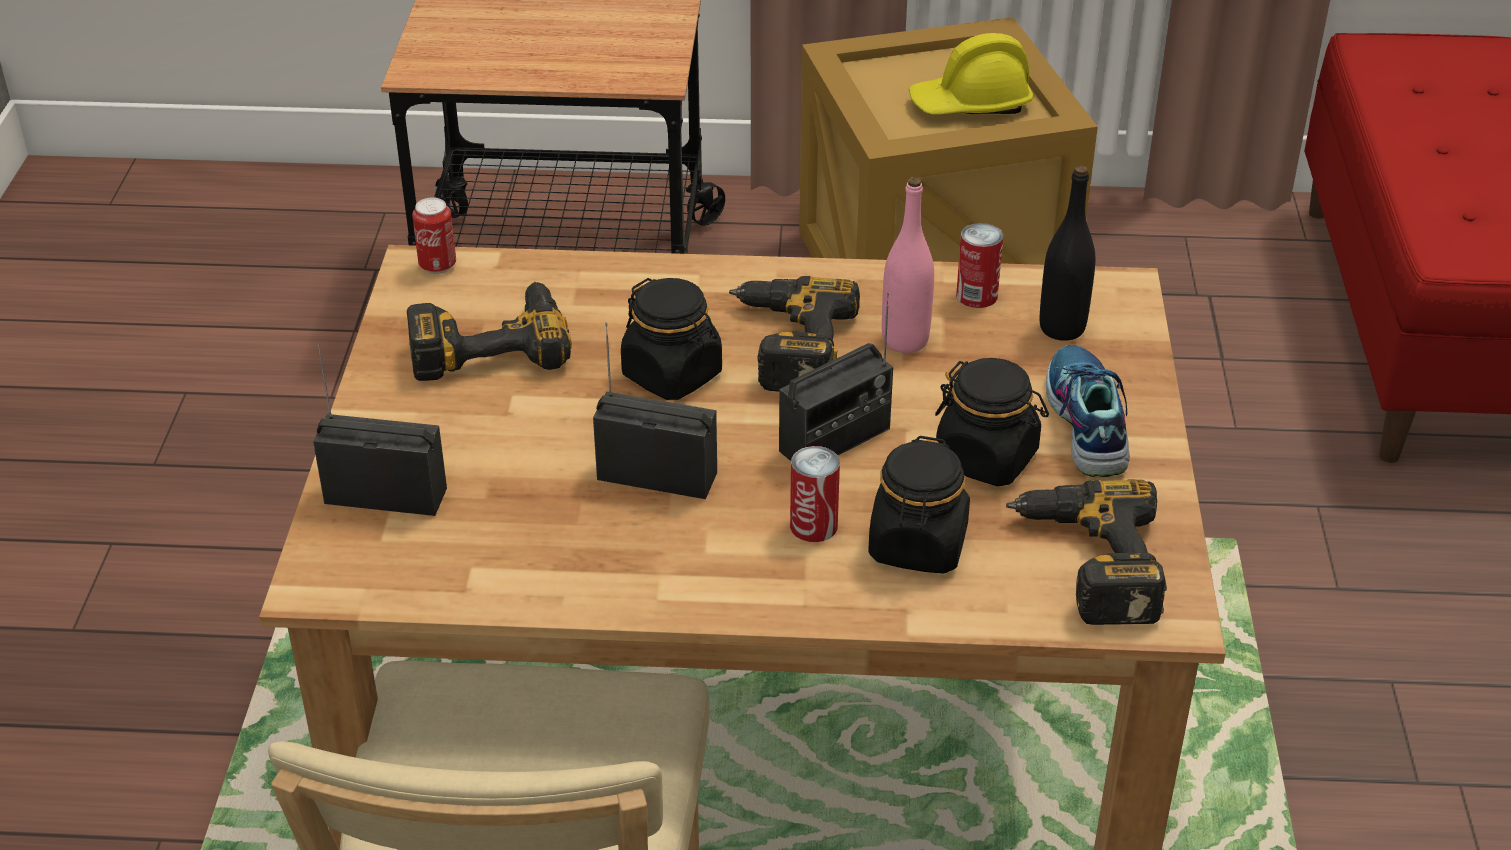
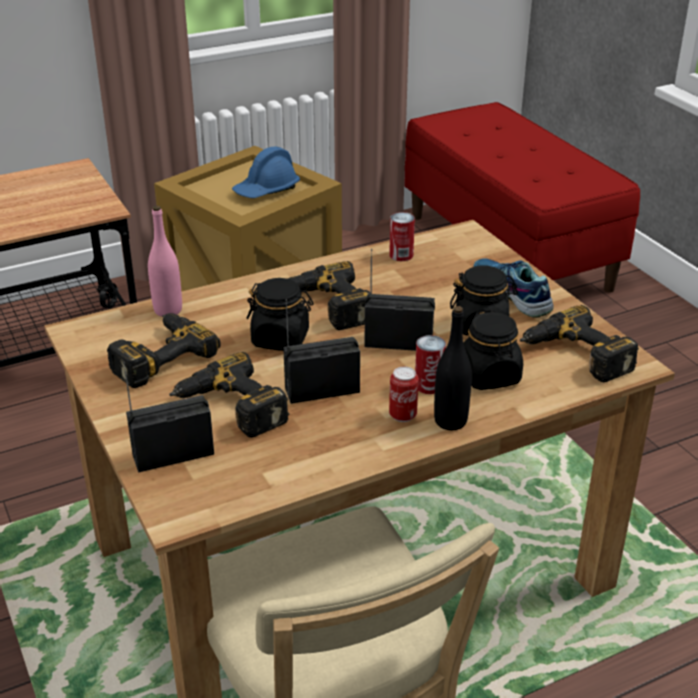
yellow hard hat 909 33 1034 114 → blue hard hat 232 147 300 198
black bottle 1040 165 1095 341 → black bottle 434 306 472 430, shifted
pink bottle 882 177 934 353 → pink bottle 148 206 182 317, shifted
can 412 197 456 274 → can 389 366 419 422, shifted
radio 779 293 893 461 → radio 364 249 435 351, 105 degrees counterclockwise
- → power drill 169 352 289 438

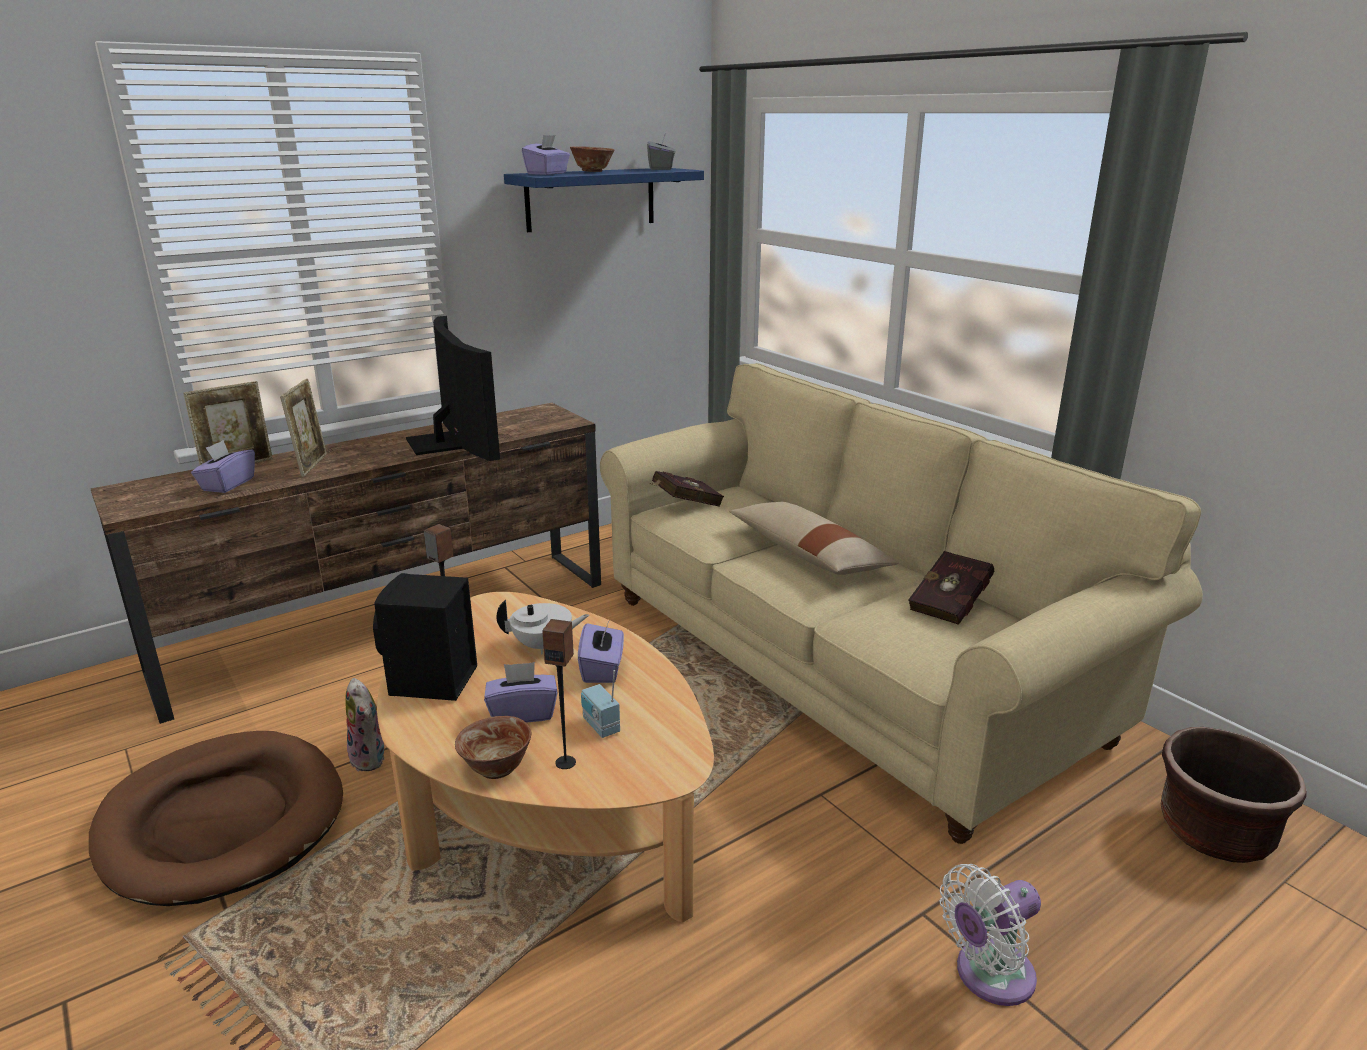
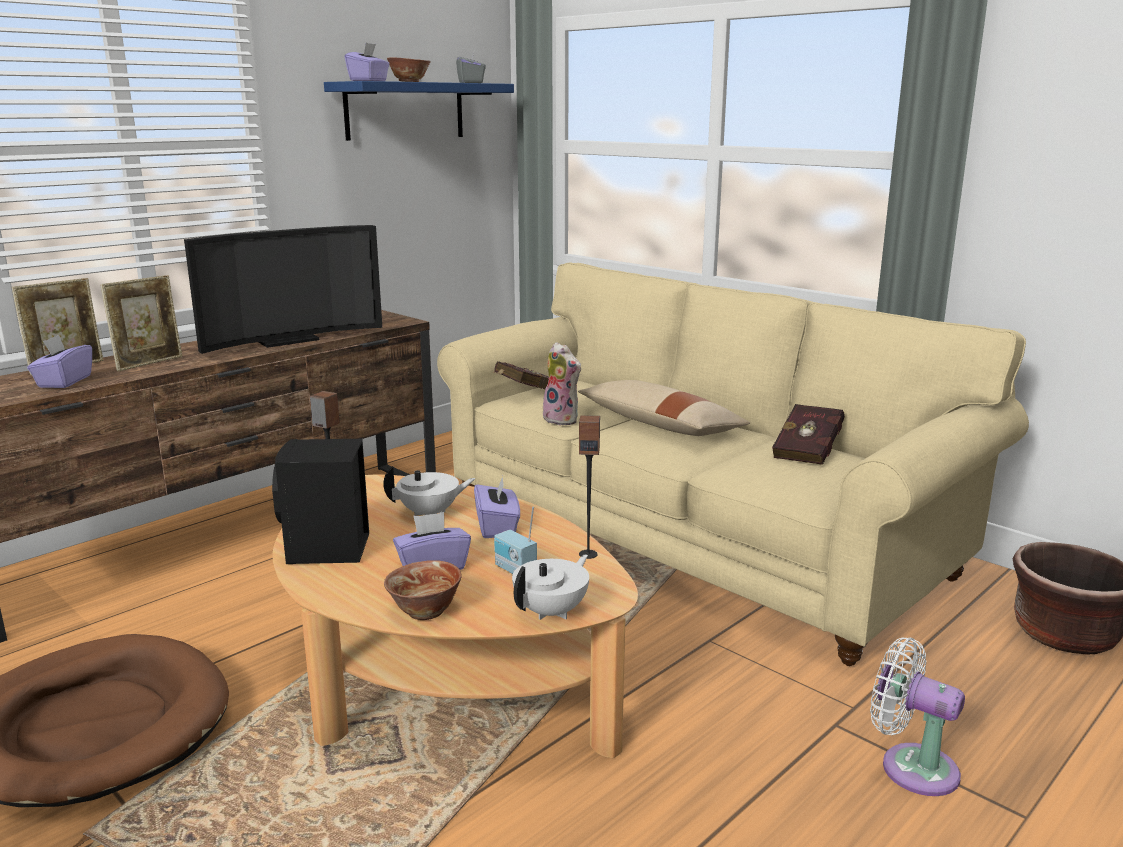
television 406 316 500 461 → television 184 225 382 354, 90 degrees clockwise
picture frame 280 379 327 477 → picture frame 100 275 182 372, 45 degrees clockwise
speaker 542 619 576 769 → speaker 579 415 600 559, shifted
plush toy 345 678 384 771 → plush toy 543 342 582 426, shifted
white fan 940 864 1041 1006 → white fan 870 637 965 796, 75 degrees clockwise
- → white teapot 512 554 589 620

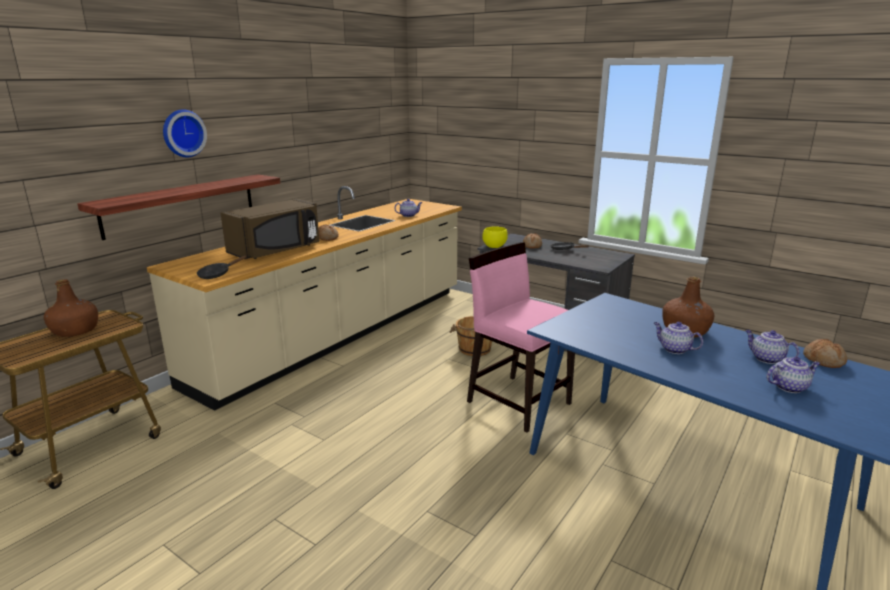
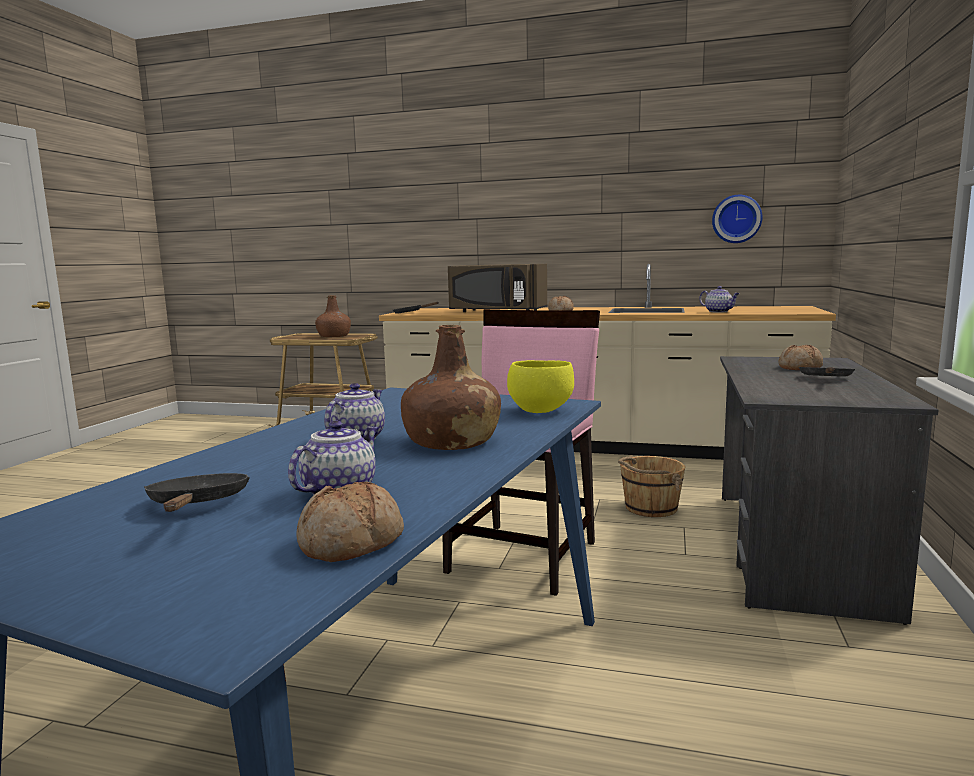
wall clock 163 109 207 157 → wall clock 712 195 762 243, shifted
shelf 77 174 280 240 → -
yellow bowl 482 226 508 248 → yellow bowl 507 360 574 413, shifted
teapot 767 356 820 393 → black frying pan 144 473 250 512

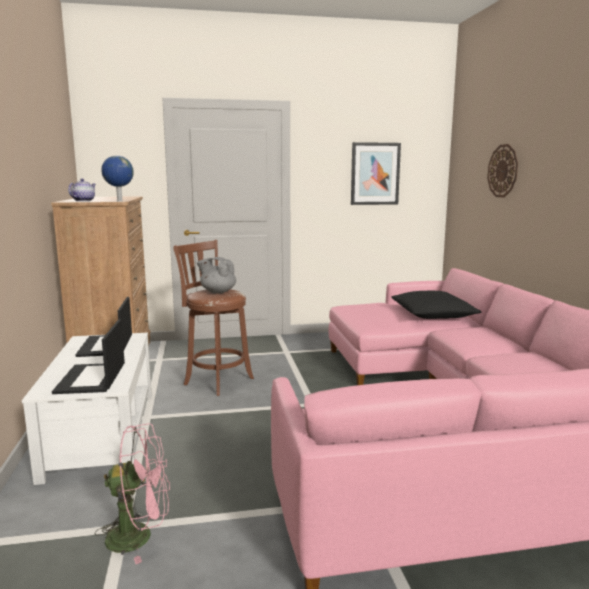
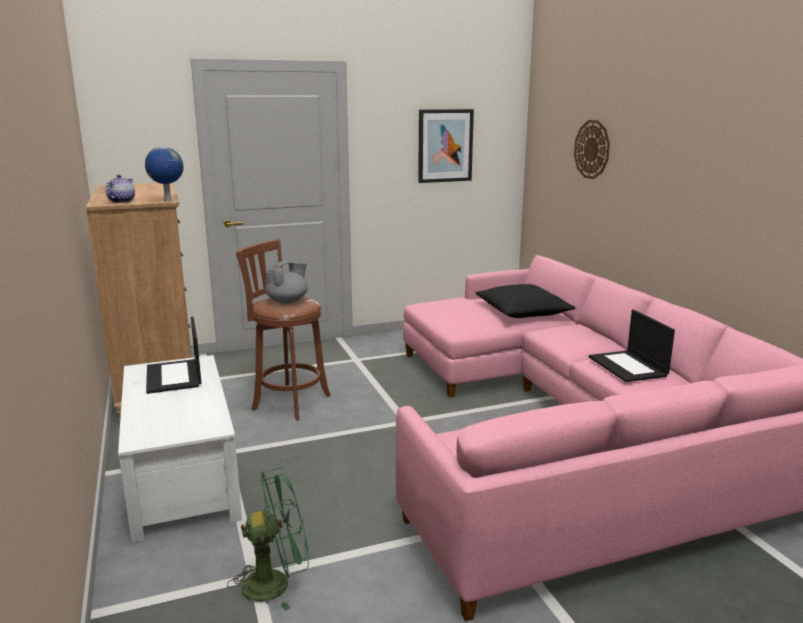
grey teapot 197 257 236 294 → grey teapot 265 261 308 304, 120 degrees clockwise
laptop 52 319 125 394 → laptop 589 310 675 382, shifted
pink fan 95 423 170 564 → green fan 227 468 309 611

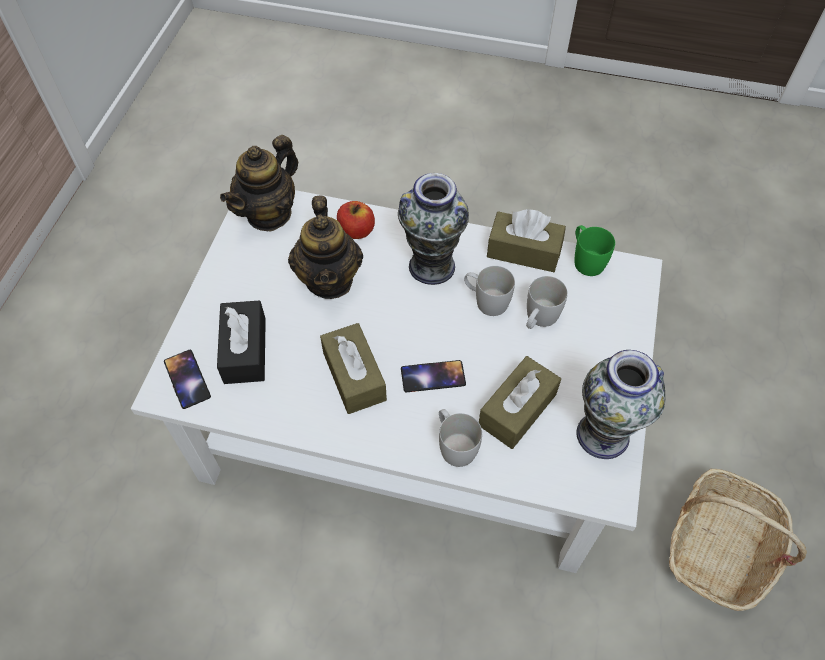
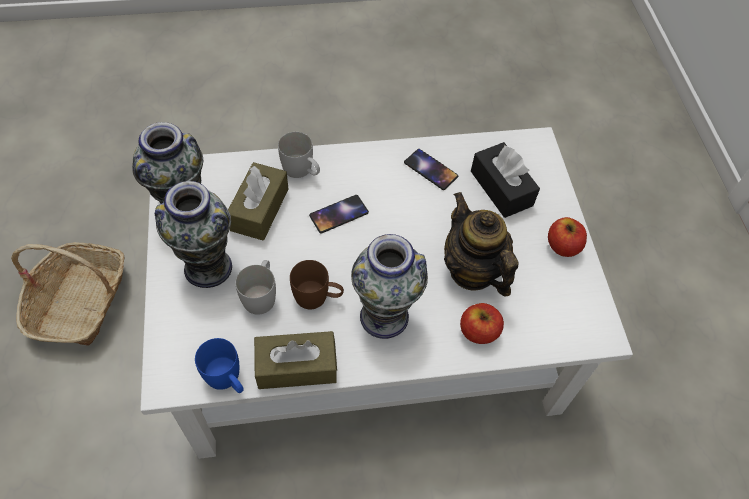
teapot 220 135 298 231 → -
green mug 575 225 615 276 → blue mug 195 338 244 393
white mug 464 266 515 316 → brown mug 290 260 344 309
brown tissue box 320 323 387 414 → -
phone 164 350 211 409 → phone 404 149 458 190, shifted
- → vase 155 181 232 288
- → apple 548 217 587 257

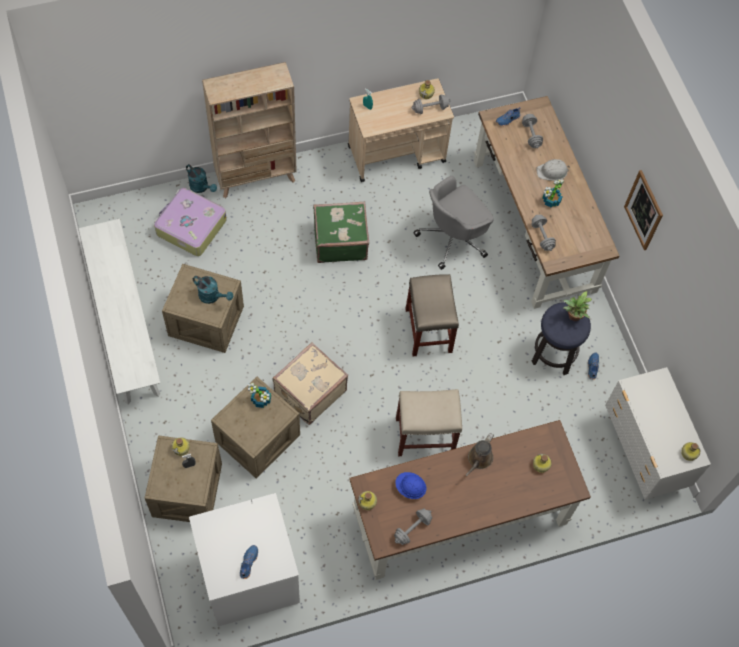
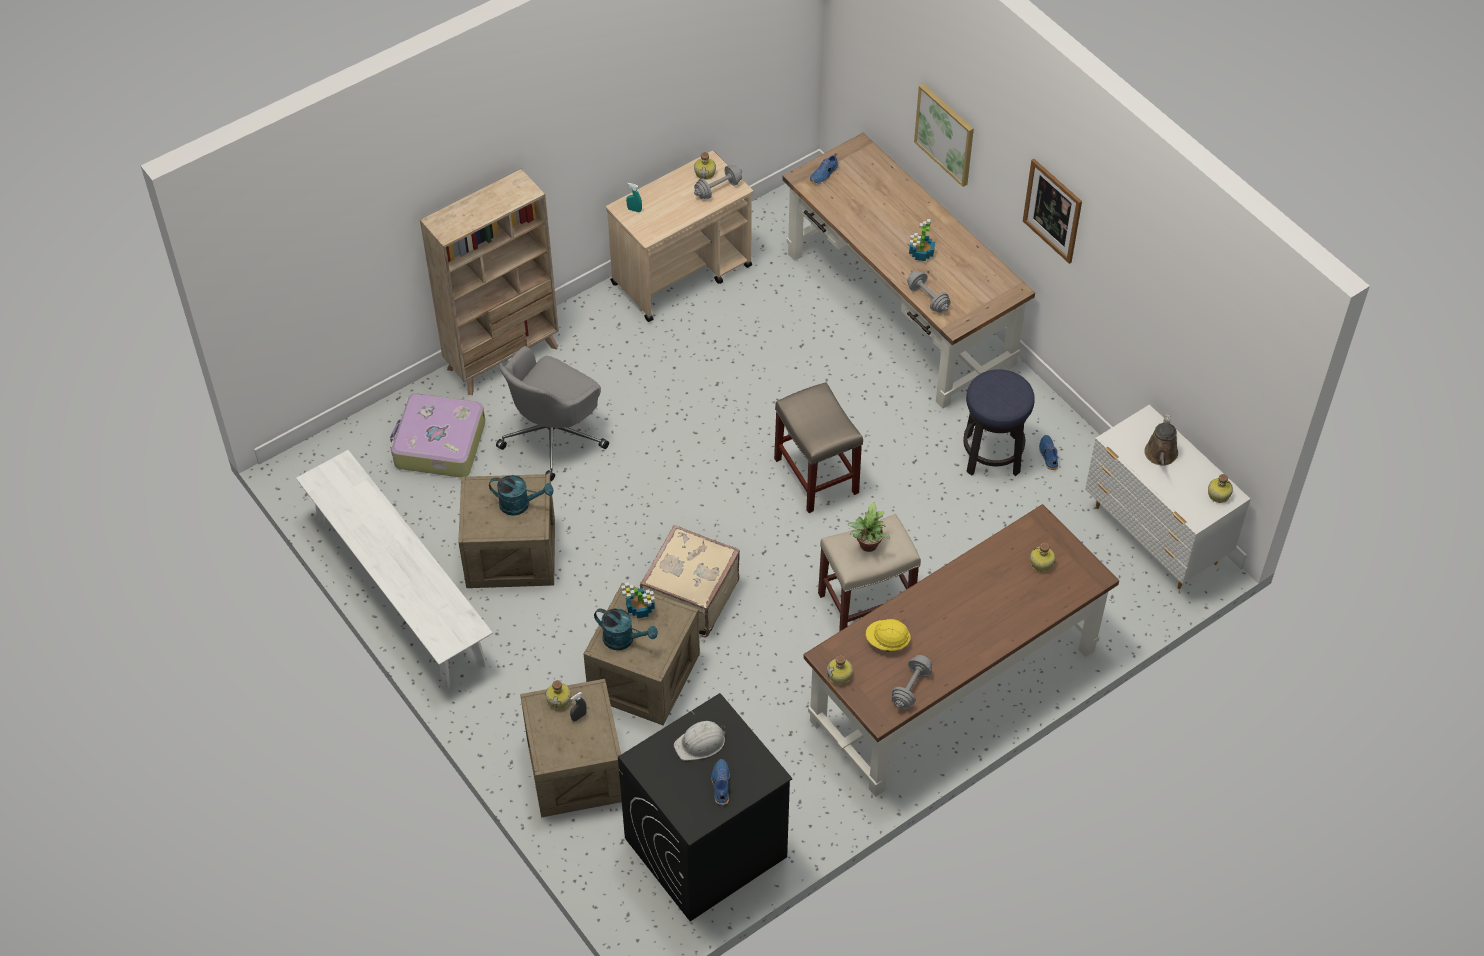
grey dumbbell 522 114 543 148 → -
white hard hat 536 159 570 181 → white hard hat 674 721 726 761, shifted
turquoise watering can 186 164 217 193 → turquoise watering can 594 608 658 650, shifted
grey office chair 413 176 494 270 → grey office chair 496 346 609 481, shifted
green suitcase 313 201 369 263 → -
potted plant 563 291 592 321 → potted plant 847 502 891 552, shifted
brown watering can 465 433 494 476 → brown watering can 1144 414 1178 466, shifted
blue hard hat 395 472 426 499 → yellow hard hat 866 619 911 652
white washing machine 189 493 300 627 → black washing machine 618 693 793 922
- → picture 914 83 974 187

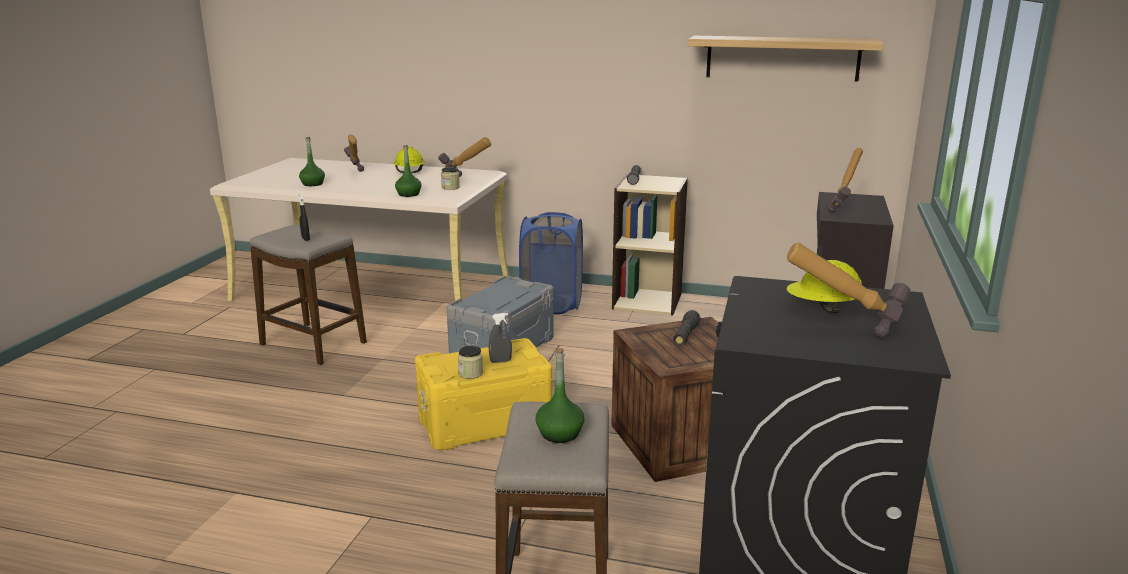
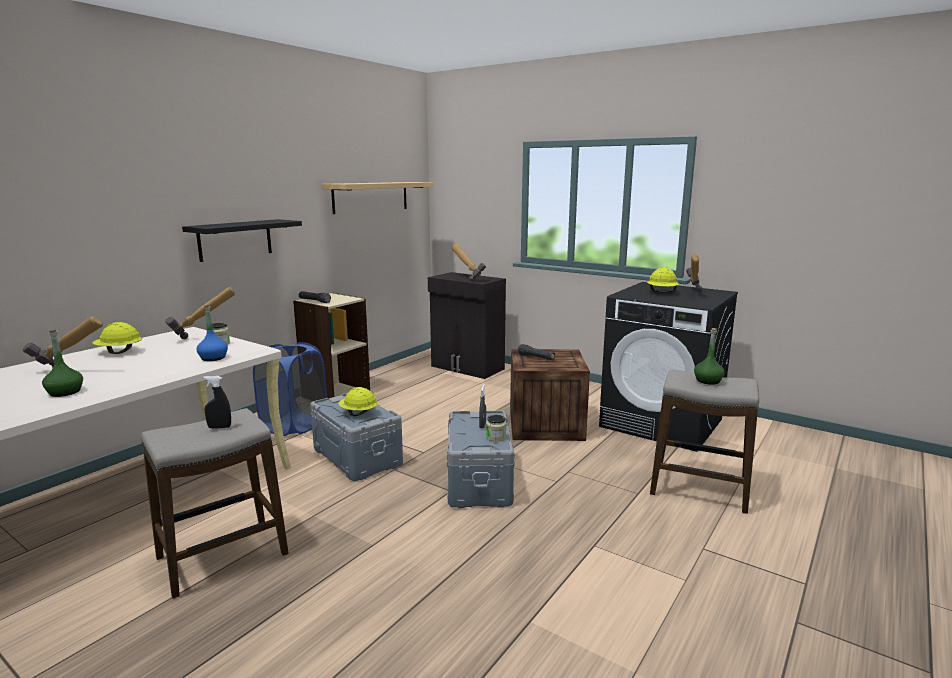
green bottle 395 145 422 197 → blue bottle 197 304 228 361
yellow storage box 415 338 552 450 → grey storage box 447 411 515 508
- → black shelf 182 219 302 262
- → yellow hard hat 339 387 377 416

